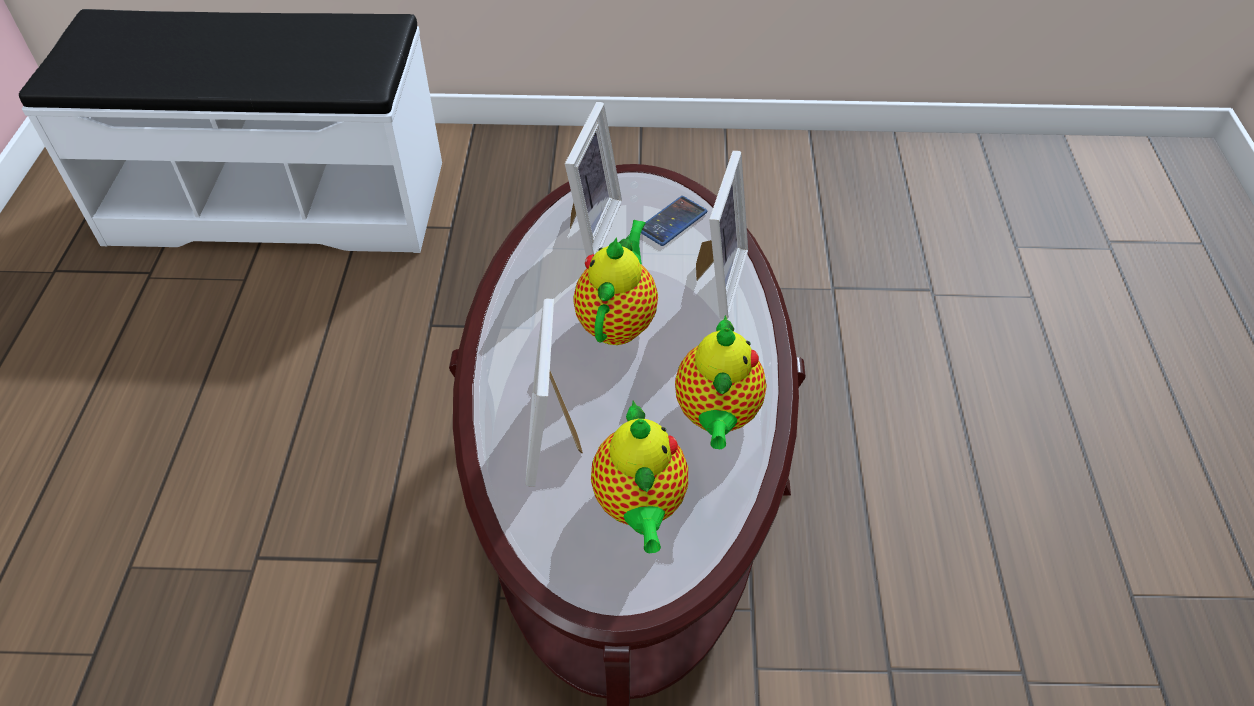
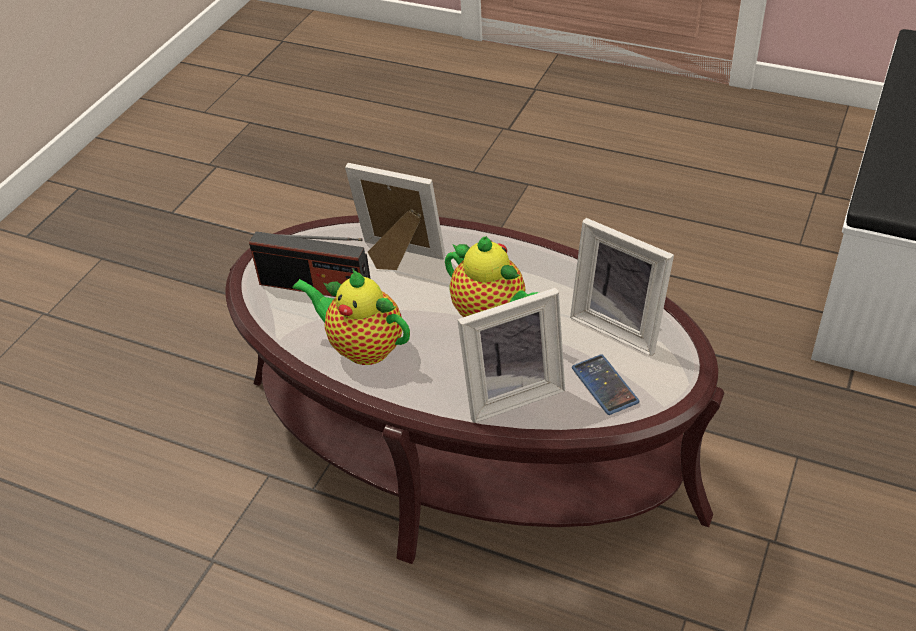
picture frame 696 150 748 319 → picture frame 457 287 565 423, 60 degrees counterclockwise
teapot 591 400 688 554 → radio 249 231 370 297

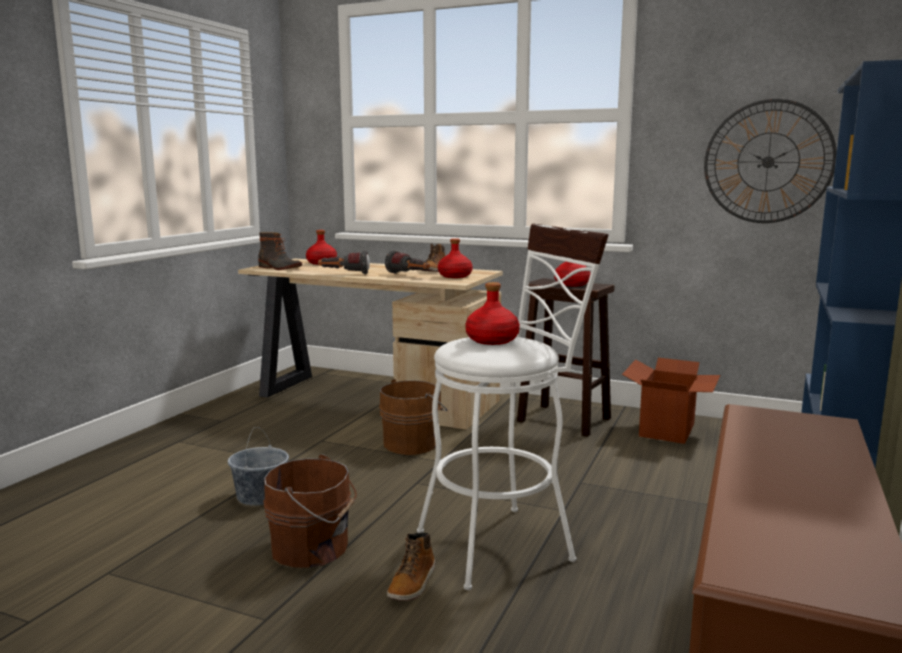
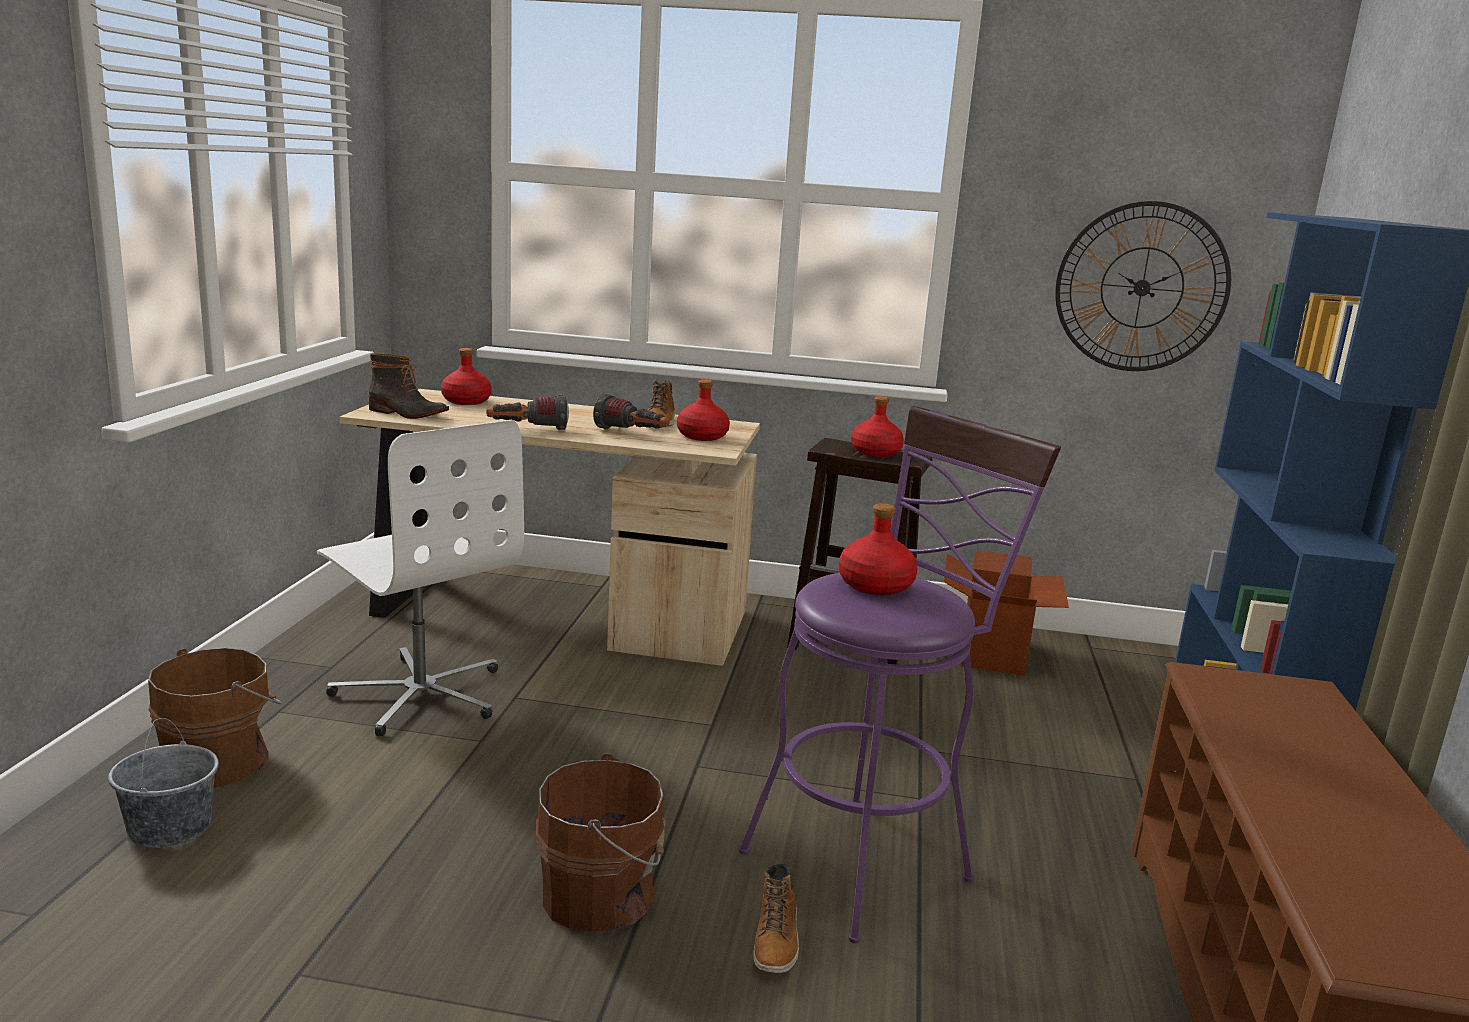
white stool 417 224 609 590 → purple stool 739 406 1061 944
brown bucket 379 379 448 455 → brown bucket 148 648 282 788, shifted
grey bucket 228 427 289 506 → grey bucket 108 718 219 848, shifted
- → white office chair 317 420 524 736

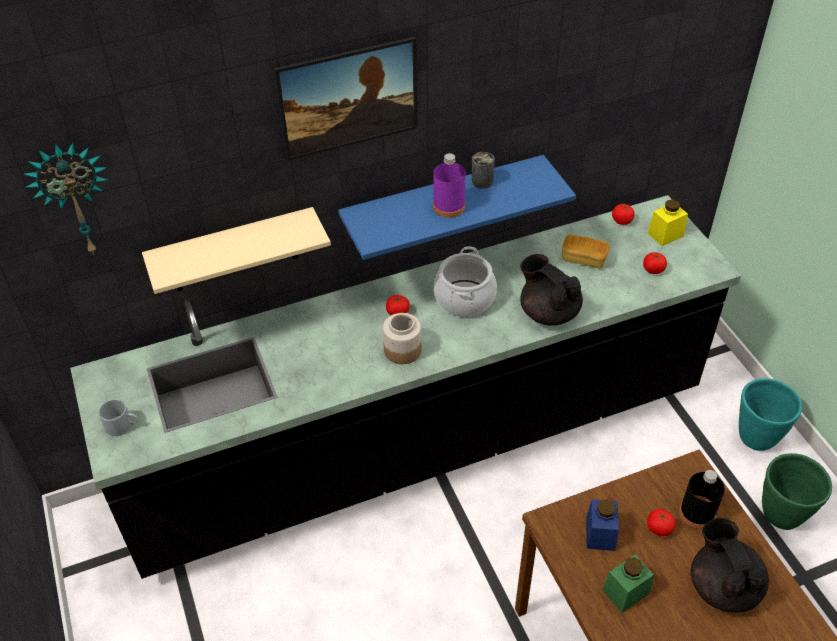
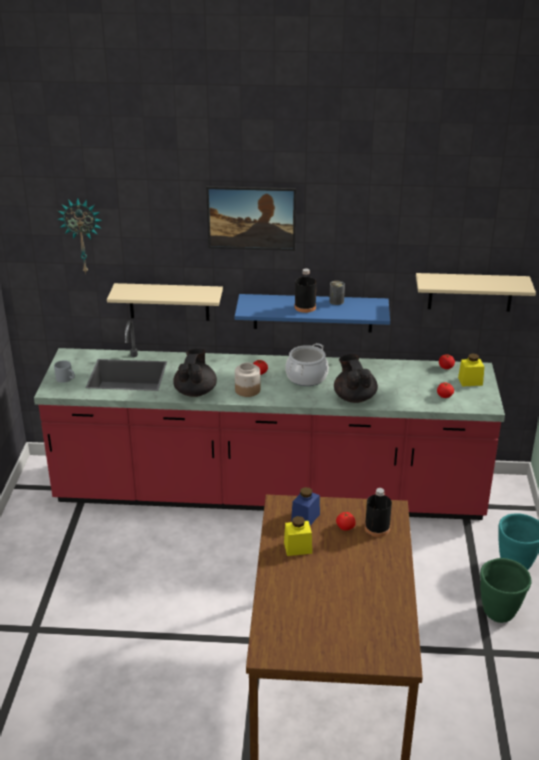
purple bottle 433 153 466 217 → black bottle 295 268 316 313
black counter 70 195 741 579 → red counter 34 320 505 520
bread 562 234 610 269 → -
black teapot 691 518 769 612 → black teapot 173 349 217 397, shifted
green jar 602 554 654 613 → yellow jar 284 516 312 556
- → beige shelf 416 273 536 312

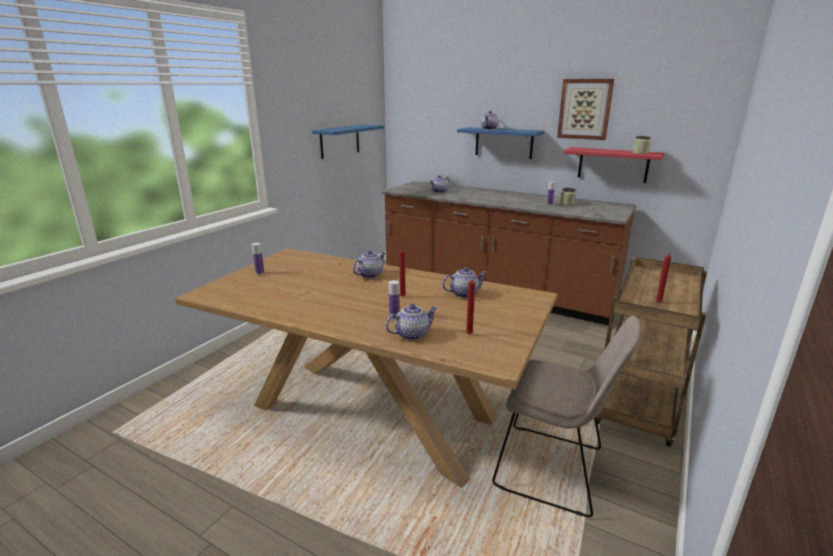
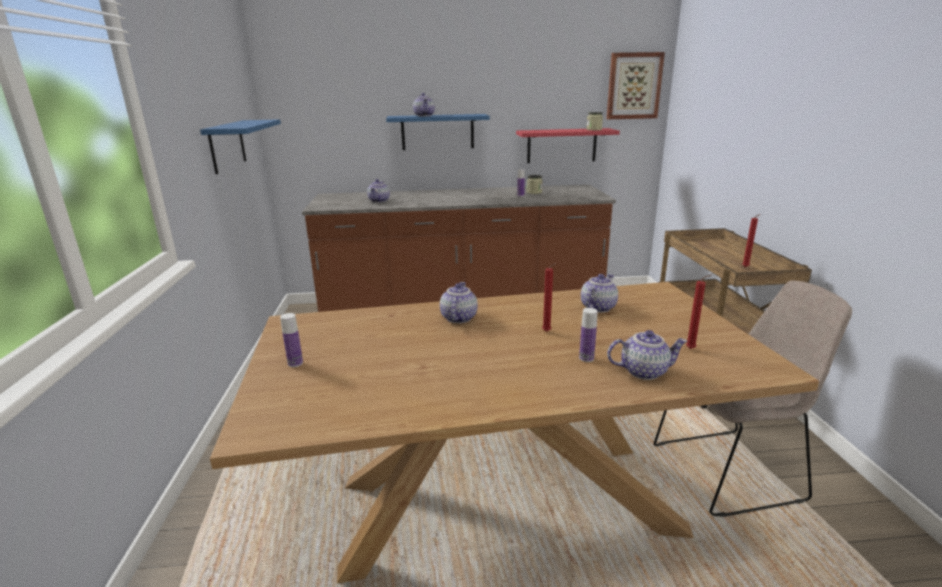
picture 557 79 614 140 → picture 607 52 665 119, shifted
teapot 385 304 438 340 → teapot 607 330 688 380, 60 degrees clockwise

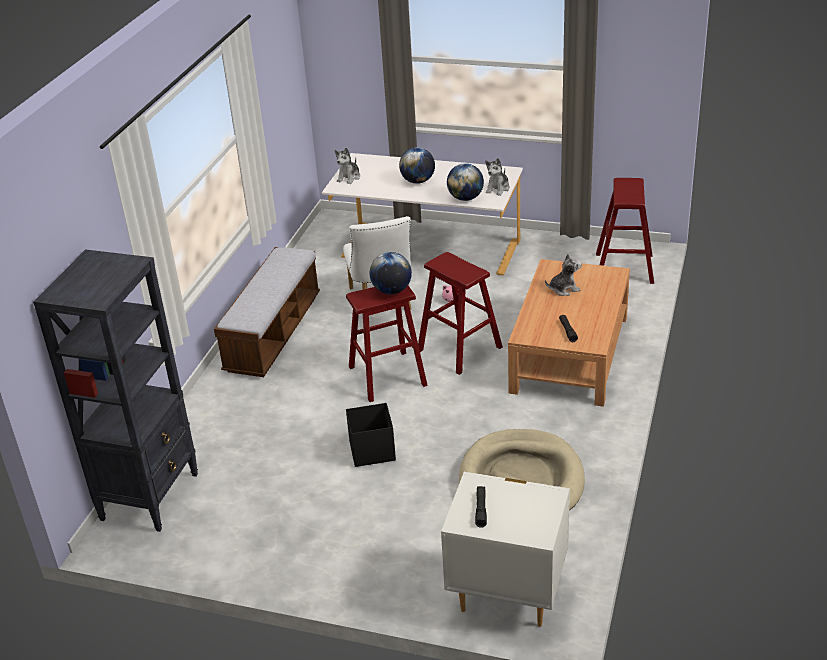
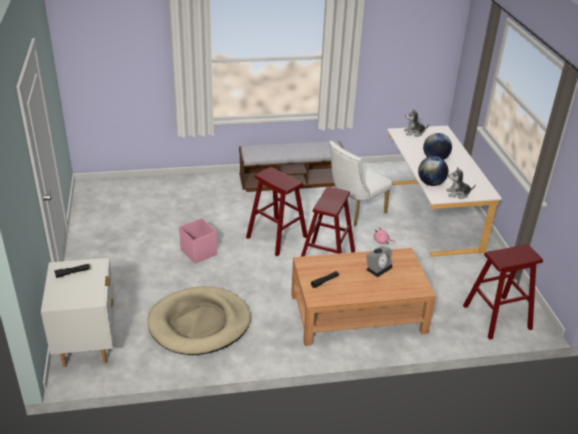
black bookcase 33 249 198 532 → -
globe 370 252 412 294 → -
plush toy 545 254 582 296 → alarm clock 366 246 392 277
black storage box 346 403 396 467 → pink storage box 179 218 217 264

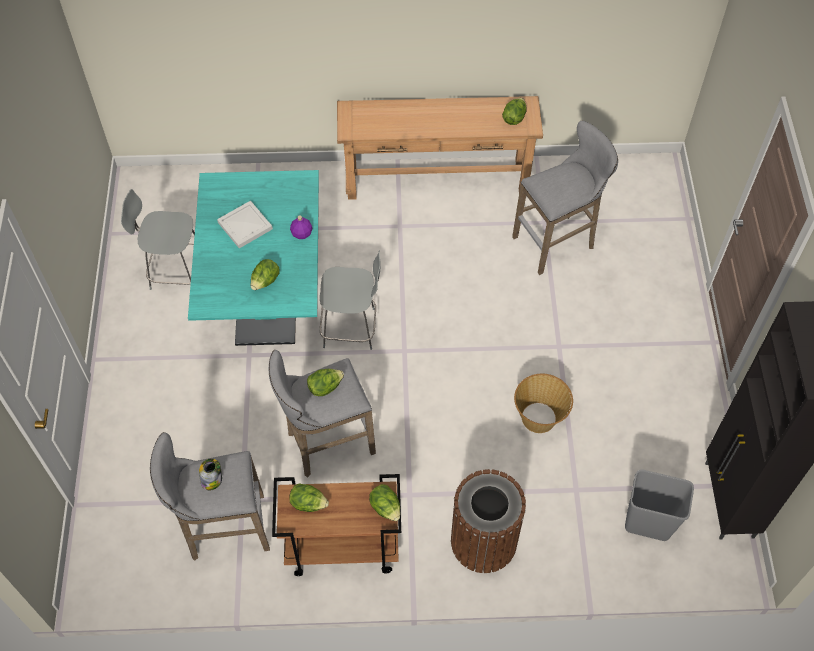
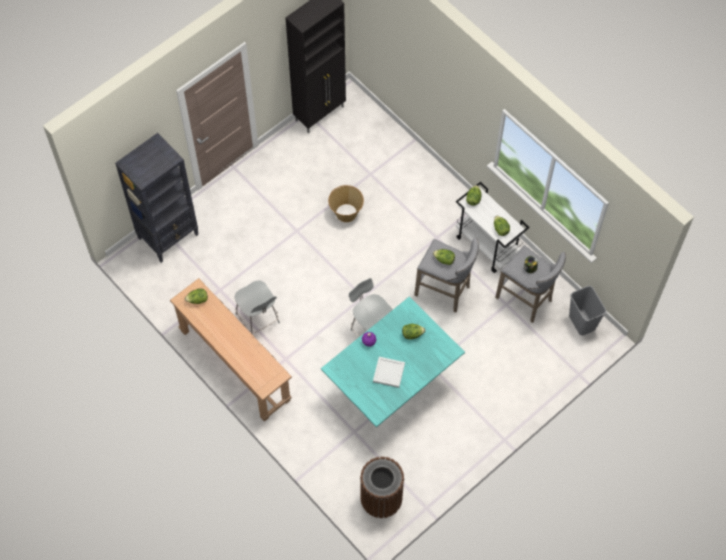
grey stool 512 120 618 275 → -
grey chair 121 189 195 290 → grey chair 235 280 280 334, shifted
brown trash can 451 469 526 573 → brown trash can 360 457 404 518, shifted
grey trash can 625 469 694 541 → grey trash can 569 286 606 336, shifted
brown cart 272 474 401 576 → white cart 455 182 530 273
- → black bookcase 115 133 199 263

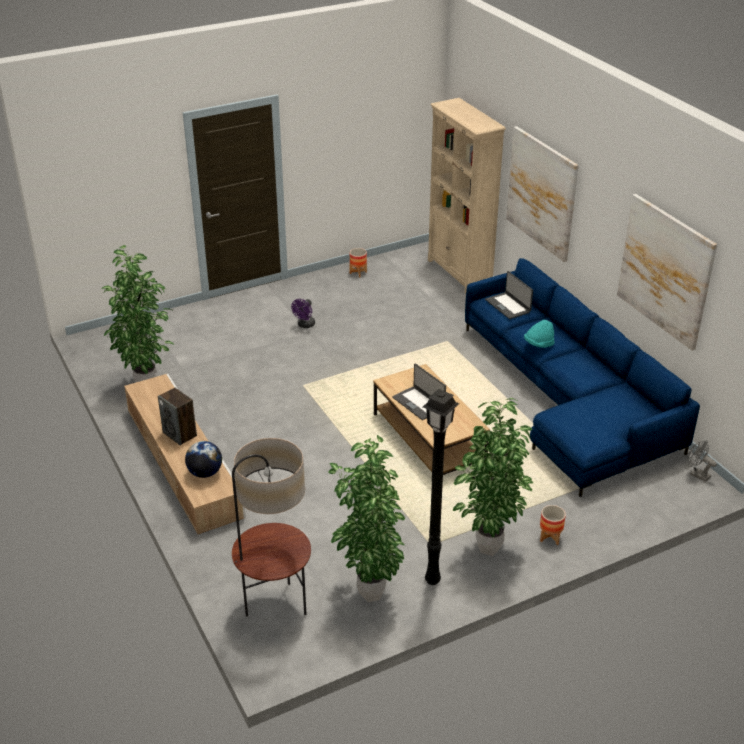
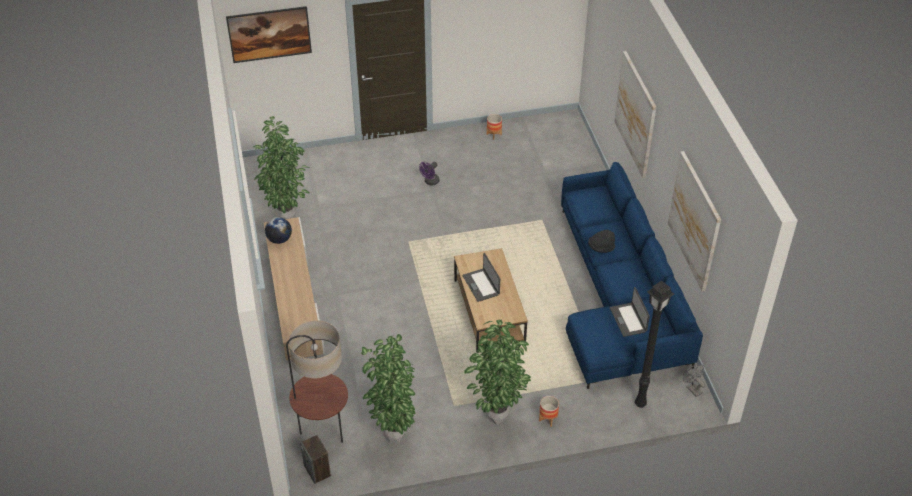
beige bookcase 428 98 506 294 → -
laptop 485 271 533 319 → laptop 610 287 650 337, shifted
turquoise hat 524 320 555 348 → black hat 588 230 615 253
speaker 158 388 197 445 → speaker 300 435 331 484, shifted
black floor lamp 423 389 459 585 → black floor lamp 635 281 674 408, shifted
globe 185 441 222 478 → globe 265 217 292 244, shifted
- → picture 226 6 312 63

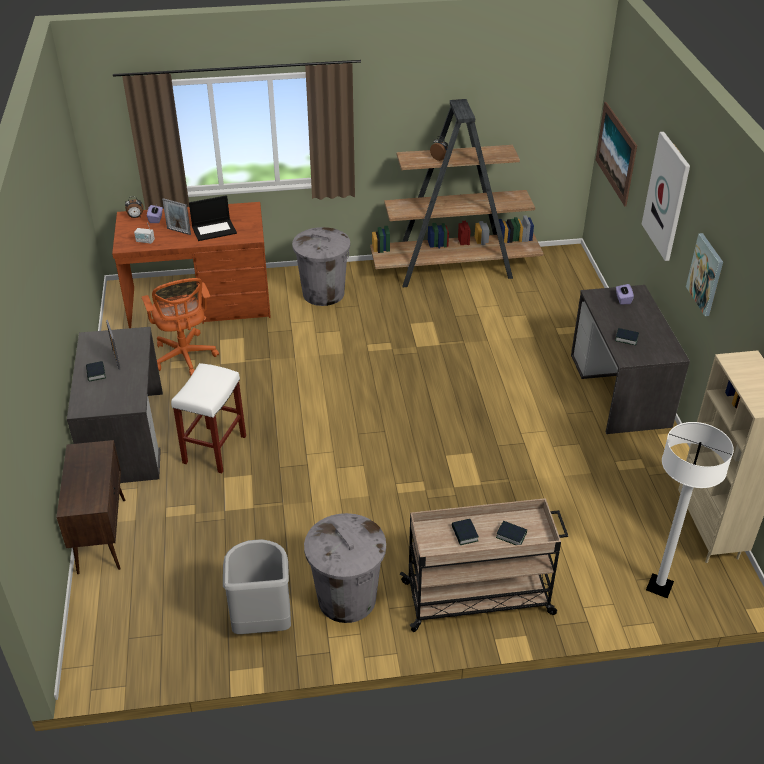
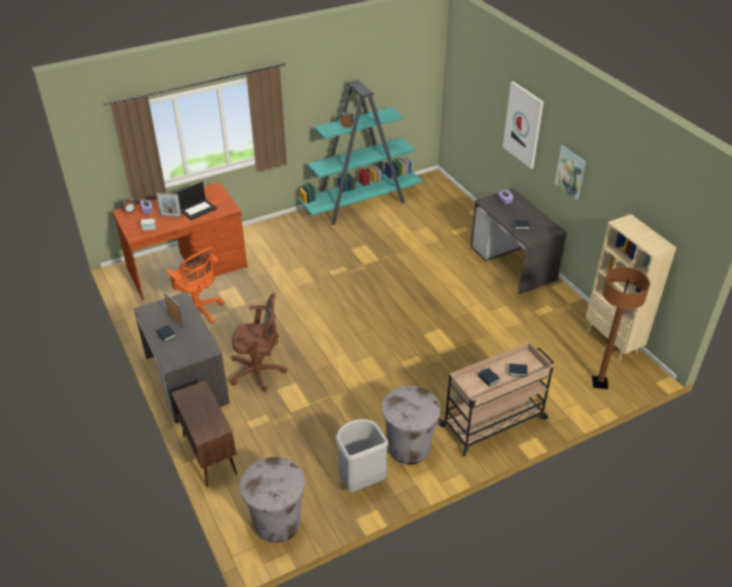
brown bookcase 370 99 544 288 → turquoise bookcase 299 80 423 225
picture 596 102 637 206 → -
grey trash can 292 227 350 306 → grey trash can 240 457 305 543, shifted
white stool 171 363 246 474 → brown office chair 229 293 287 392
white floor lamp 646 422 734 598 → brown floor lamp 592 267 650 389

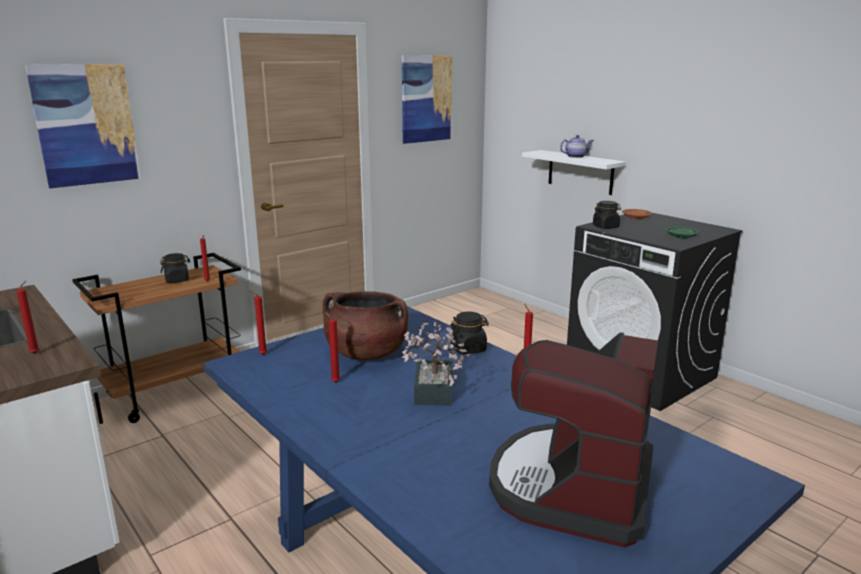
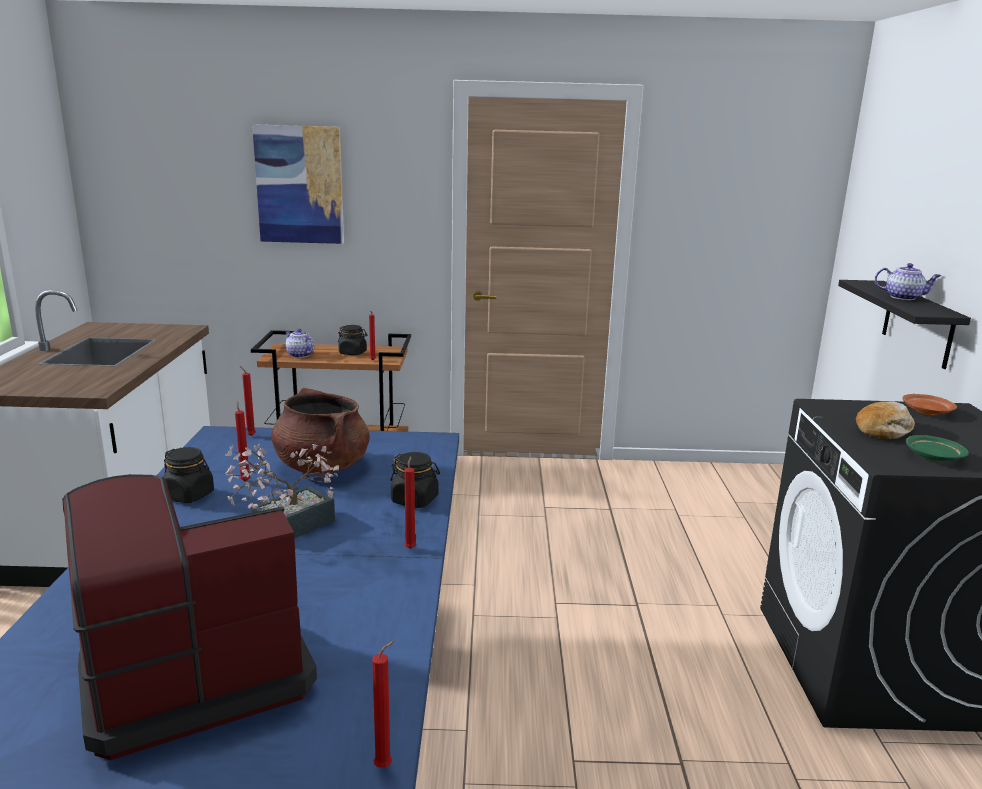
picture 402 55 452 144 → -
white shelf 522 150 626 195 → black shelf 838 280 971 369
black jar 593 201 621 229 → black jar 163 447 214 503, shifted
red candle 16 281 39 354 → red candle 372 640 395 768, shifted
- → teapot 286 329 314 358
- → bread 856 401 915 439

